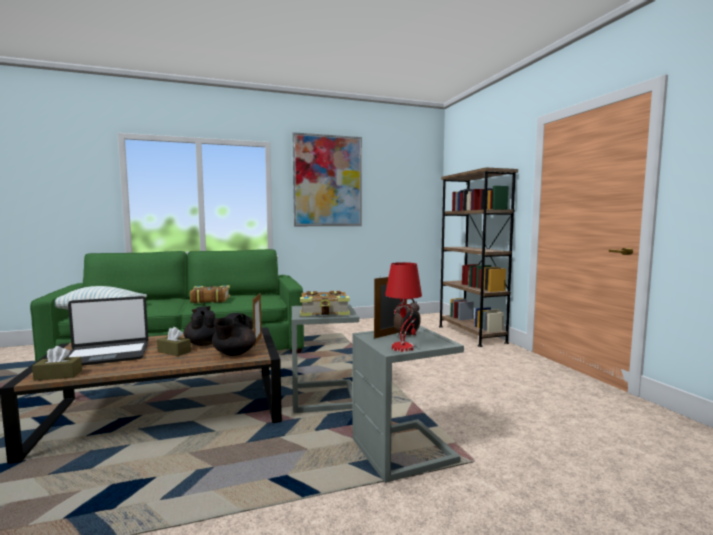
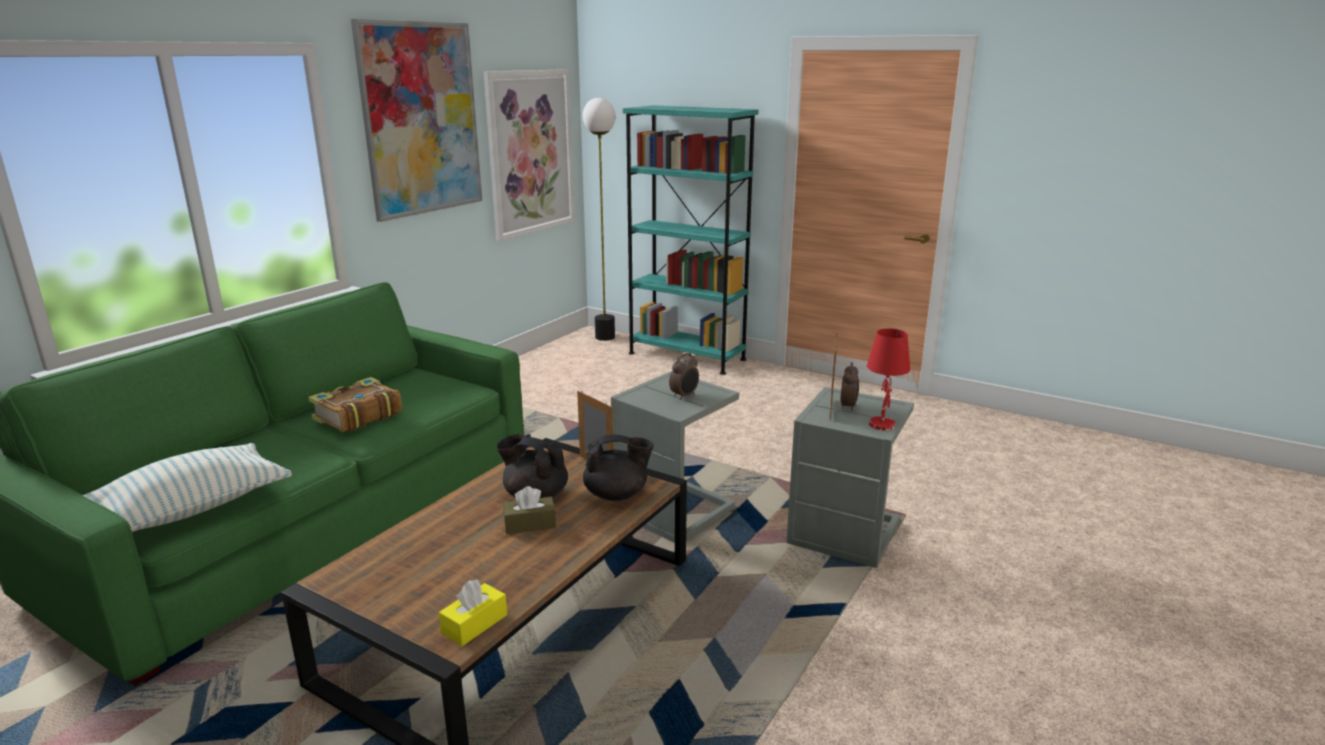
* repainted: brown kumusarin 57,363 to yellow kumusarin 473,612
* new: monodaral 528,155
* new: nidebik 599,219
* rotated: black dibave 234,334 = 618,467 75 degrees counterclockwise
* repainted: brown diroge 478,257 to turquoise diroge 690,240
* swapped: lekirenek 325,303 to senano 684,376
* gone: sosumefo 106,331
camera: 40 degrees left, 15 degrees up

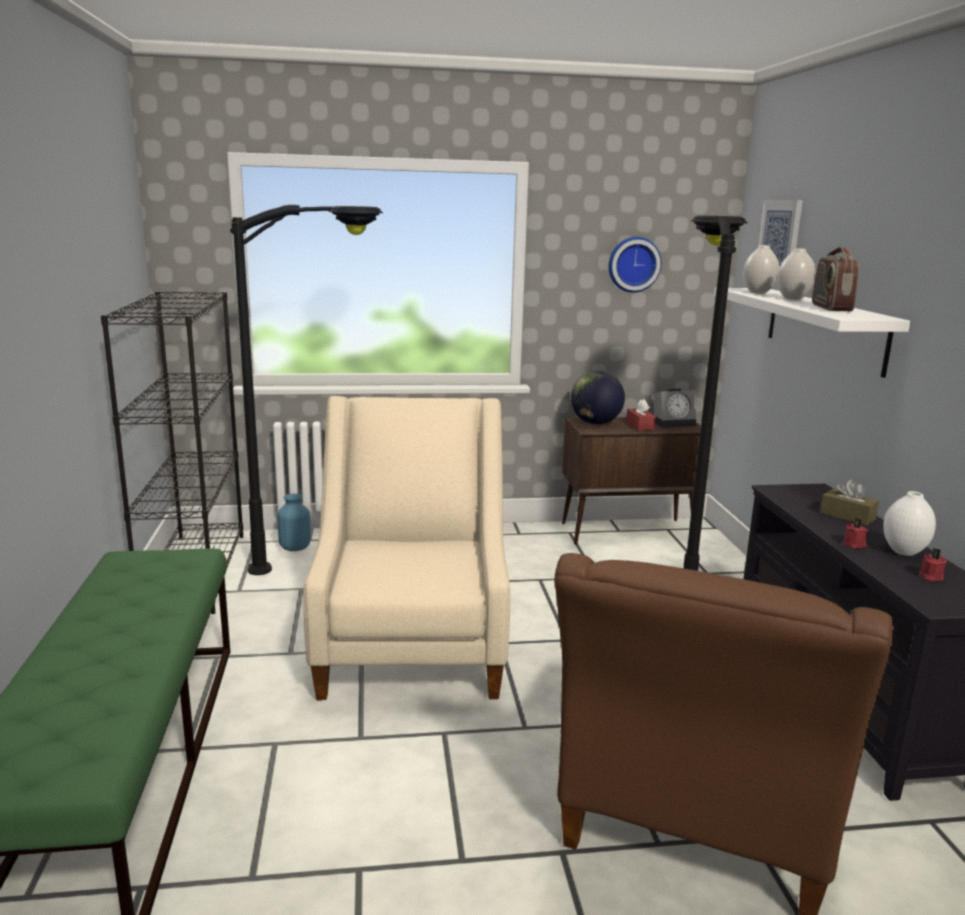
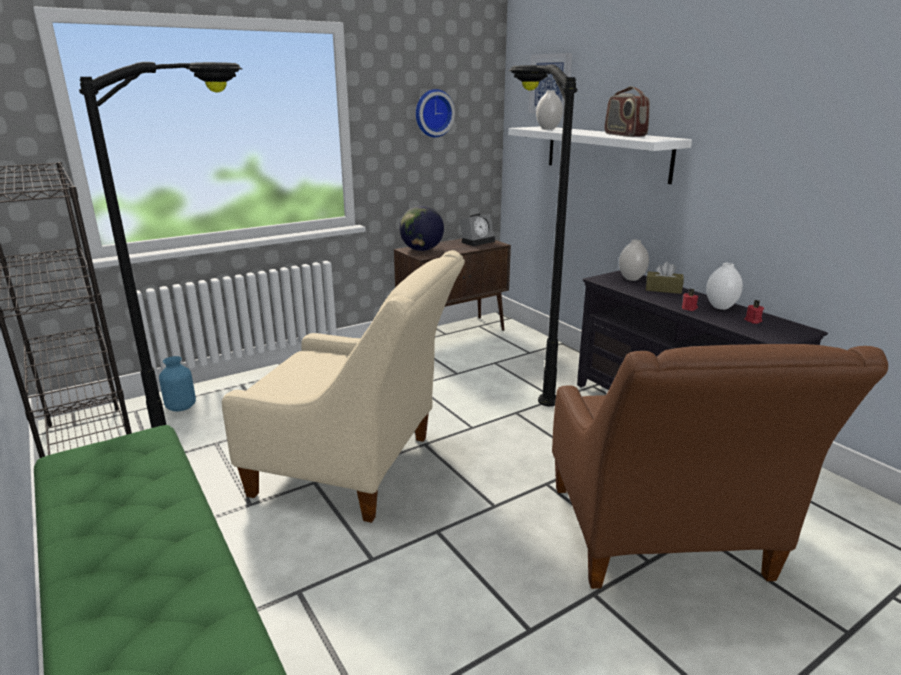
* rotated: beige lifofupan 406,548 = 343,386 135 degrees clockwise
* shifted: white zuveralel 796,274 to 634,260
* gone: red kumusarin 641,415
camera: 25 degrees left, 5 degrees up

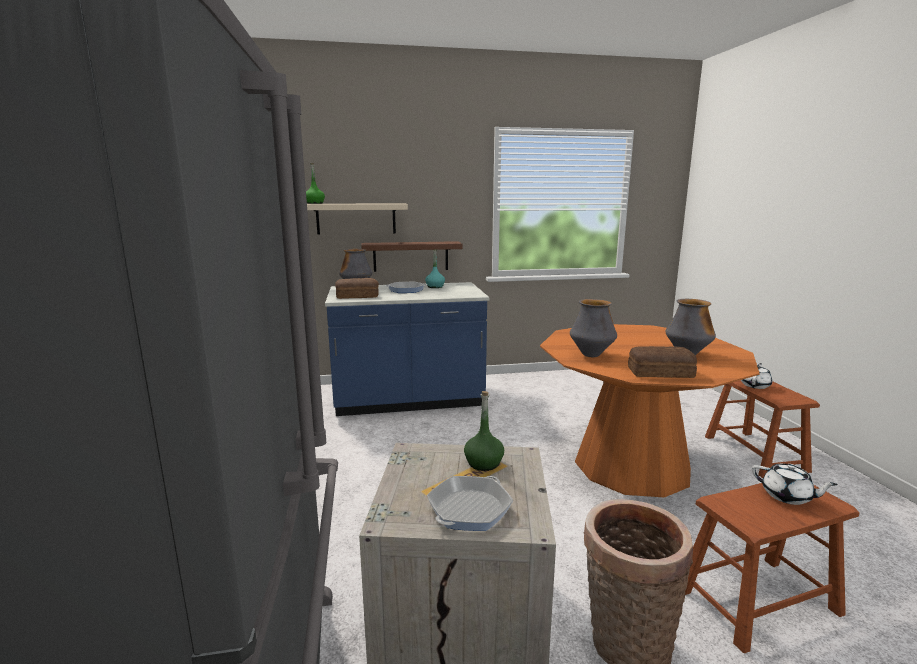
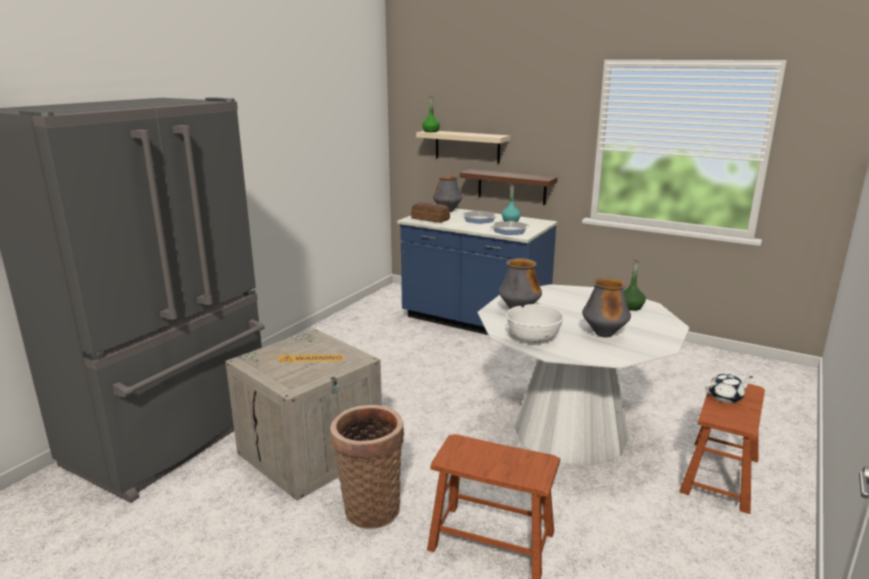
* repainted: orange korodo 650,411 to white korodo 584,375
* shifted: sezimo 470,503 to 510,228
* swapped: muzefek 662,362 to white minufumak 535,323
* shifted: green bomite 484,431 to 635,285
* gone: white dibave 795,484
camera: 40 degrees right, 5 degrees up

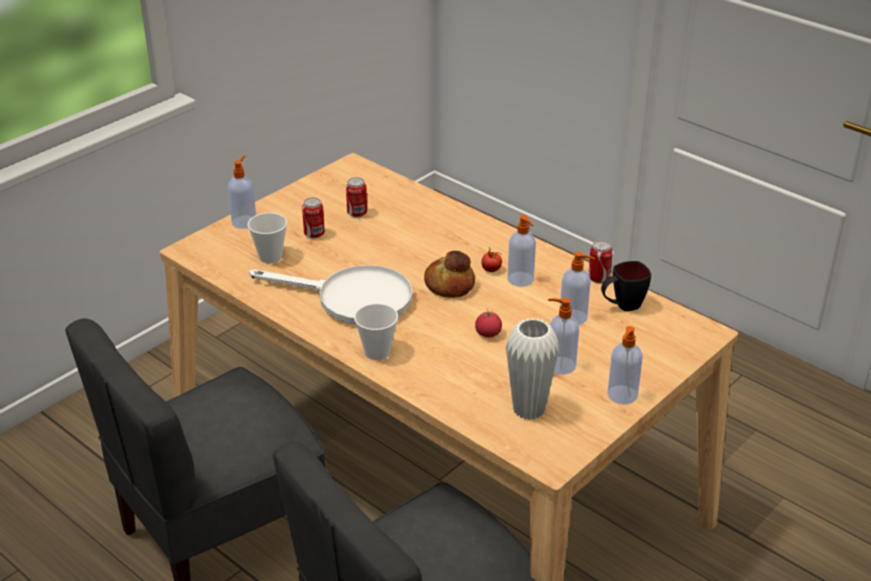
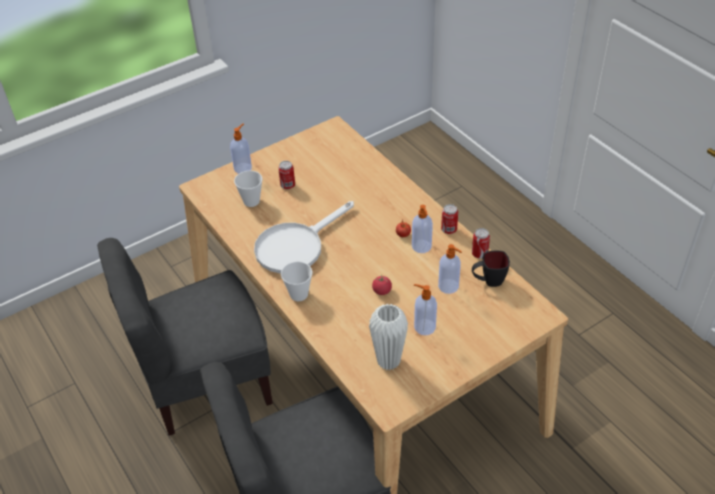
* rotated: white sezimo 331,295 = 304,237 105 degrees clockwise
* shifted: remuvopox 356,197 to 449,219
* gone: muzefek 449,274
* gone: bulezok 625,365
camera: 15 degrees right, 10 degrees up

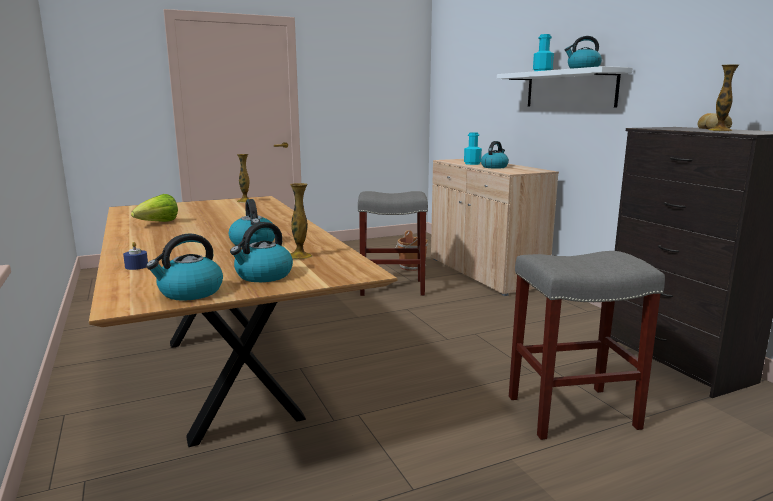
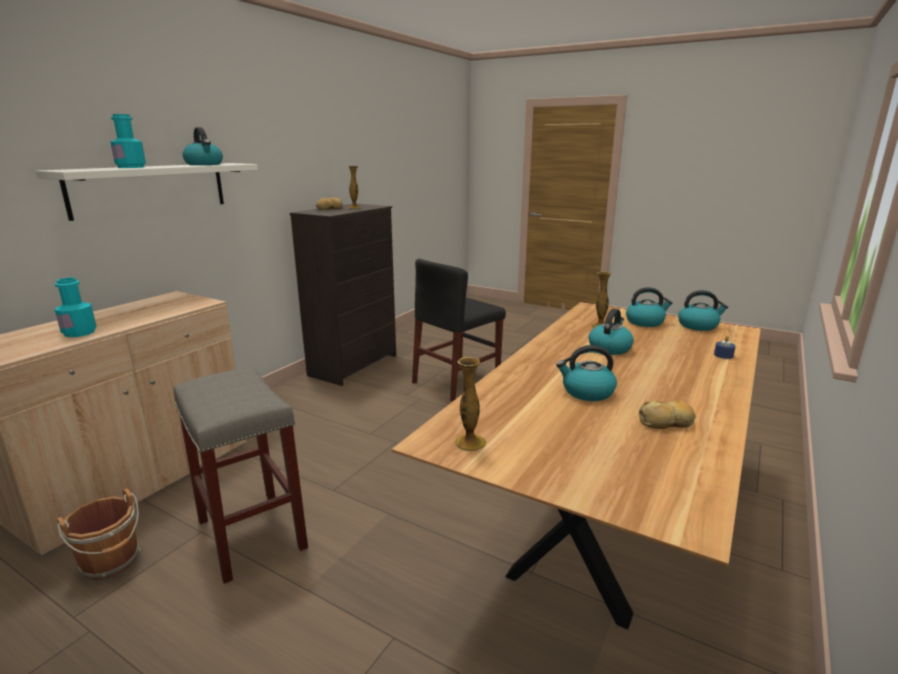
* swapped: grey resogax 587,345 to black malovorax 459,330
* shifted: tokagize 495,155 to 586,373
* swapped: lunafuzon 154,208 to muzefek 667,414
camera: 125 degrees left, 5 degrees up

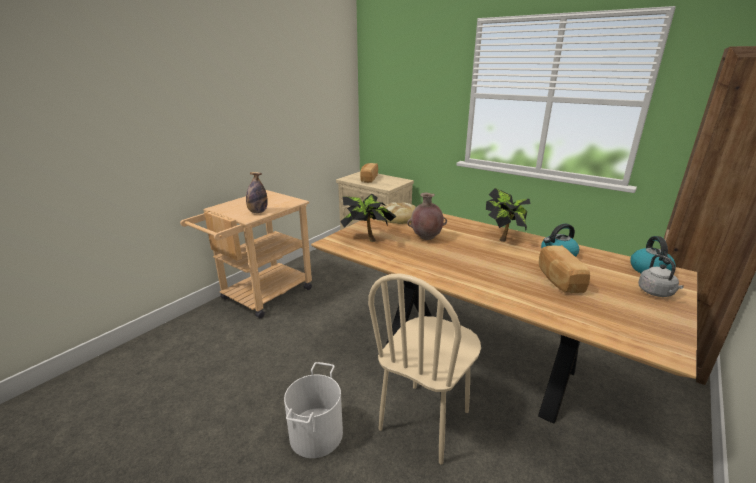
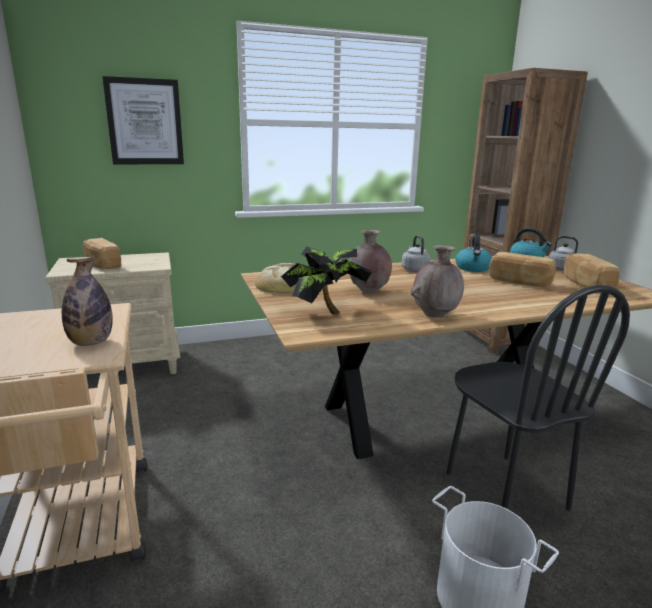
* new: monodaral 143,120
* swapped: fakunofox 508,215 to grey tokagize 416,253
* new: brown zuveralel 437,281
* repainted: beige malovorax 424,369 to black malovorax 538,398
* new: muzefek 592,270
camera: 55 degrees left, 5 degrees down

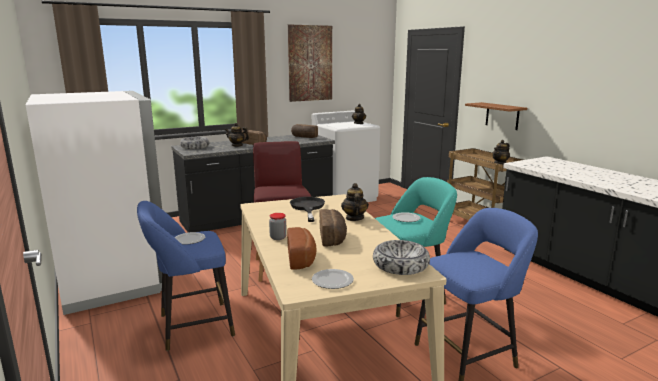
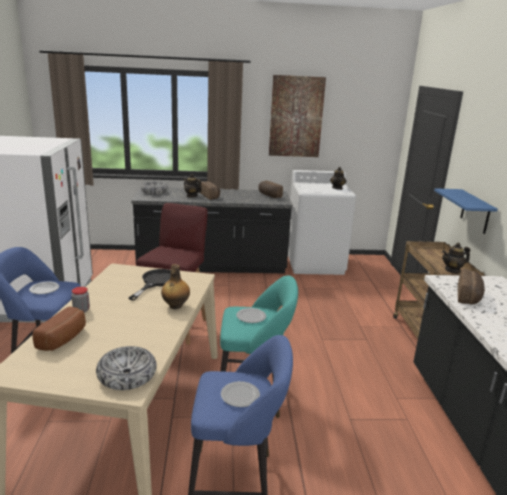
* swapped: dibave 355,202 to bomite 175,286
* shifted: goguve 333,279 to 240,394
* repainted: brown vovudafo 496,116 to blue vovudafo 466,211
* shifted: muzefek 333,228 to 471,286
camera: 25 degrees right, 5 degrees up

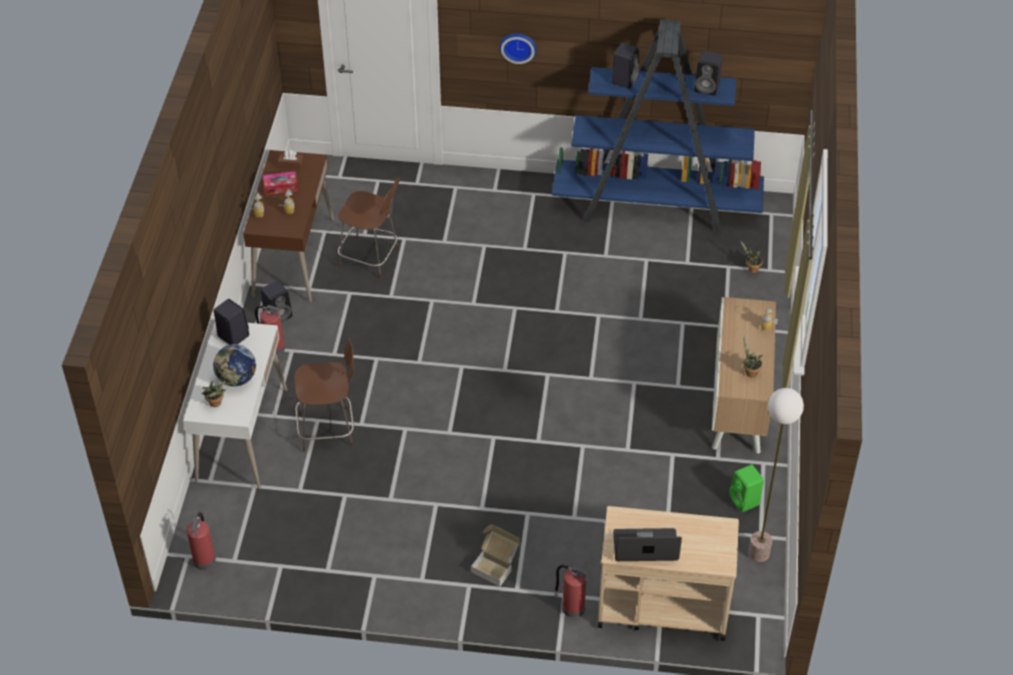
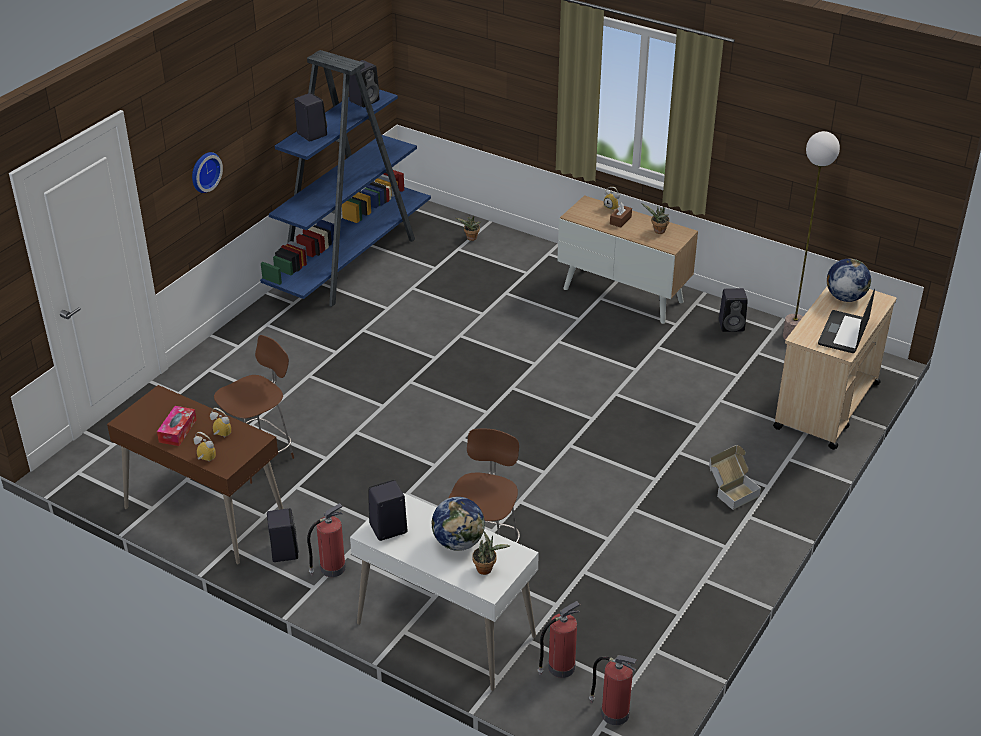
* shifted: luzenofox 571,591 to 558,639
* shifted: brown kumusarin 290,160 to 621,215
* repainted: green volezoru 746,488 to black volezoru 733,310
* new: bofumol 849,280
camera: 65 degrees left, 10 degrees down

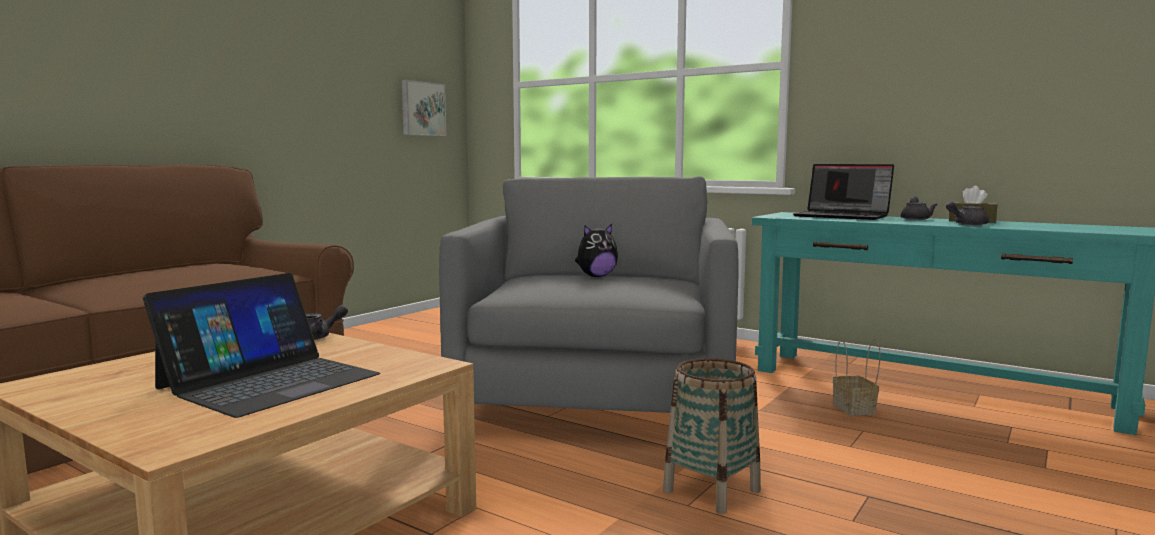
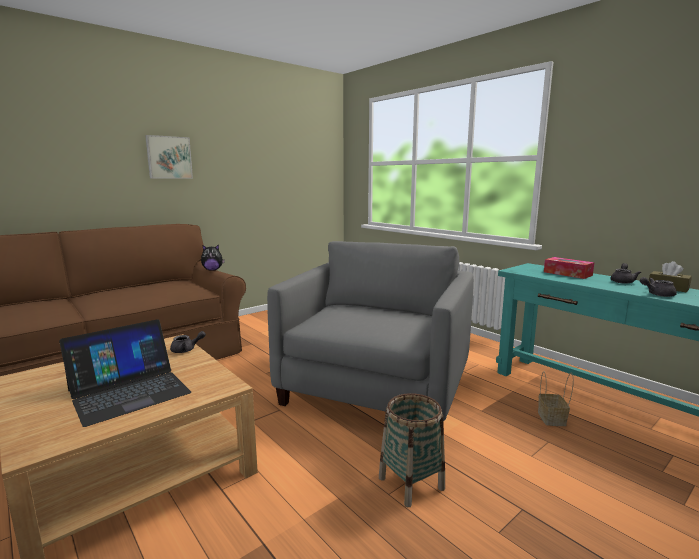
* shifted: monodaral 424,108 to 169,157
* shifted: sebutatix 596,250 to 213,258
* swapped: sosumefo 843,192 to kumusarin 569,268
camera: 15 degrees right, 5 degrees up

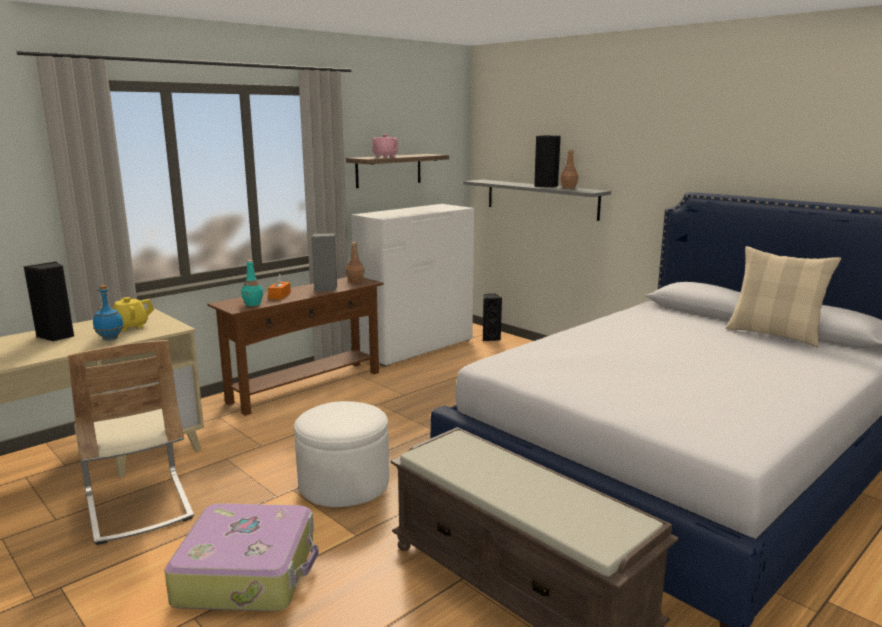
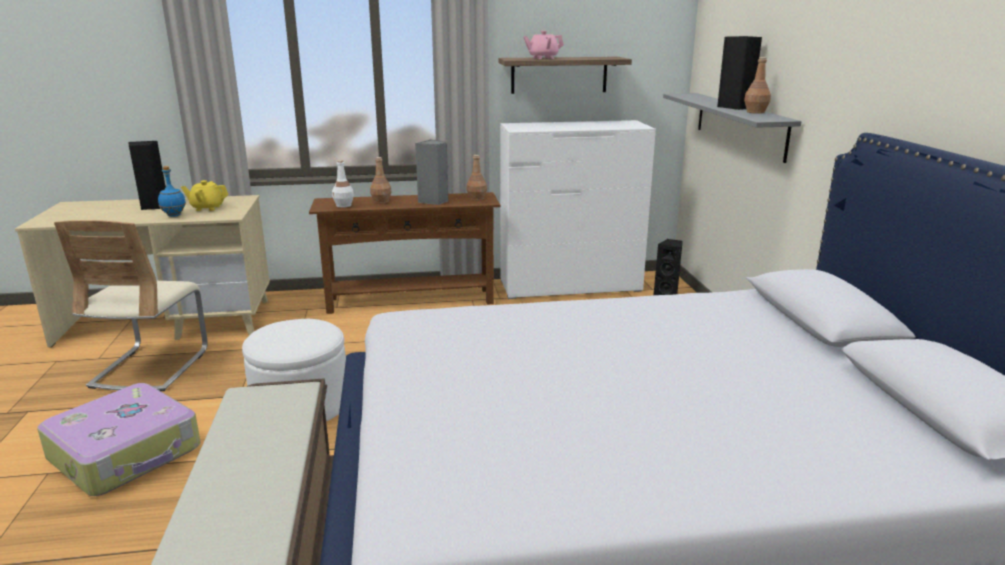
* repainted: turquoise bomite 252,283 to white bomite 343,184
* swapped: orange kumusarin 279,286 to brown bomite 380,180
* gone: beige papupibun 783,296
camera: 35 degrees right, 5 degrees up

